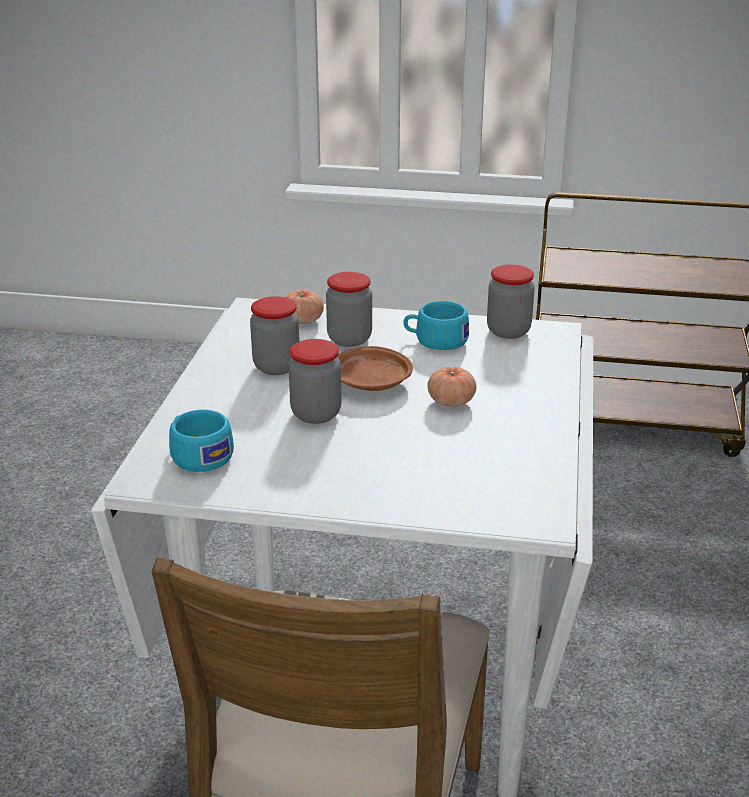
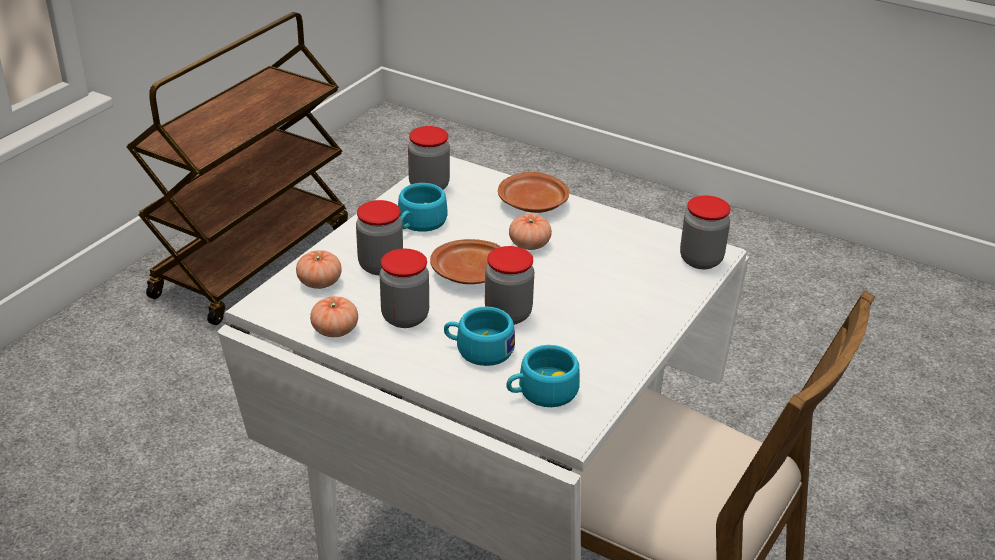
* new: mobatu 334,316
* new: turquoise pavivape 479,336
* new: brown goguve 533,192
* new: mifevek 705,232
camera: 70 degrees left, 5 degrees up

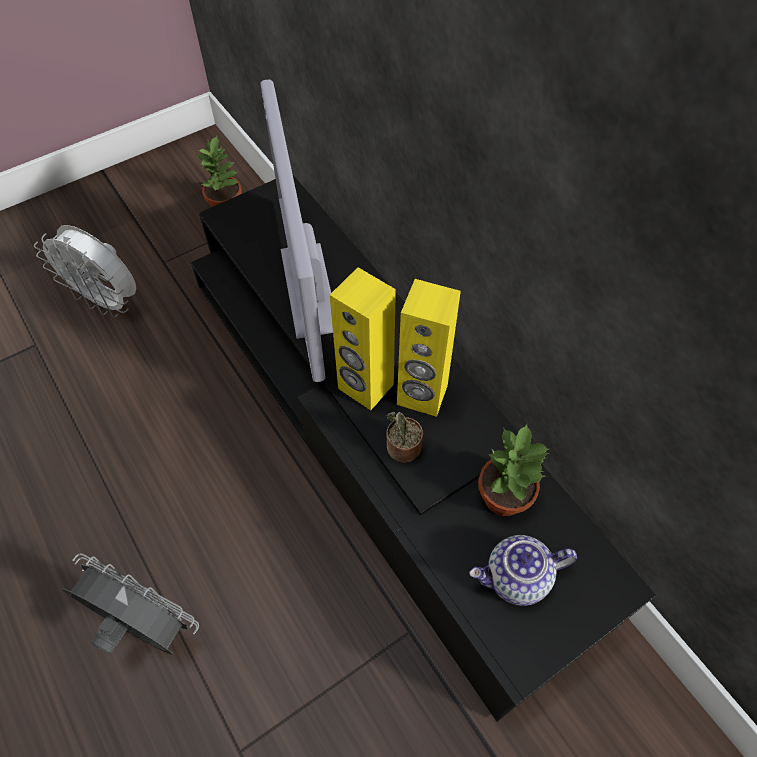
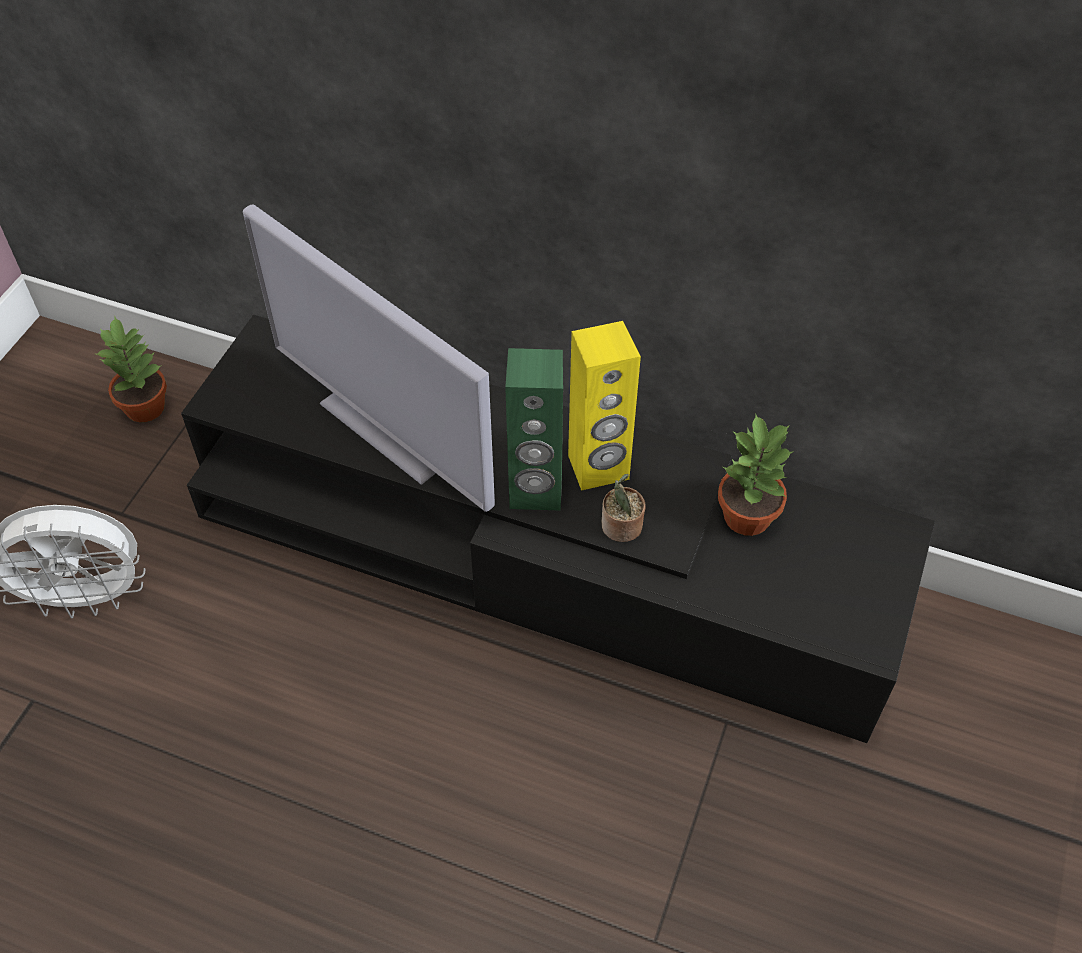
* repainted: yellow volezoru 363,338 to green volezoru 534,429
* gone: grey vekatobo 130,604
* gone: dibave 523,570
camera: 35 degrees left, 5 degrees down

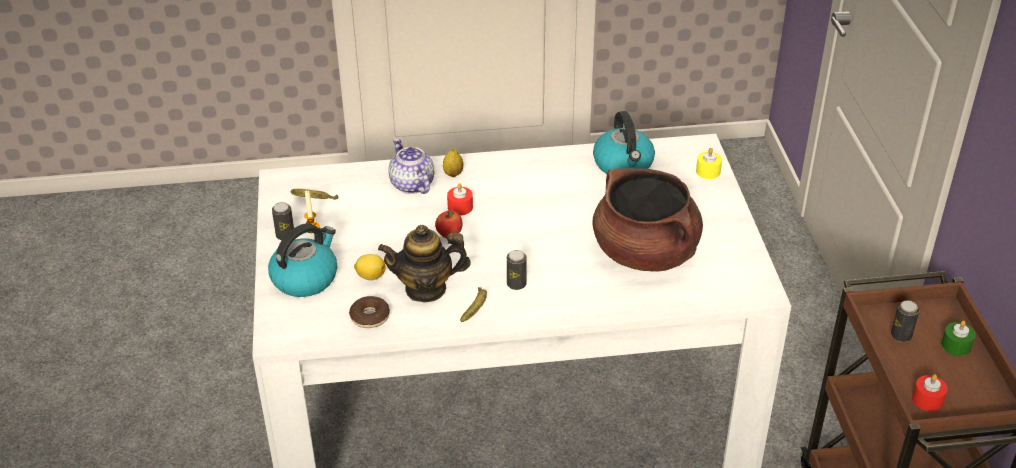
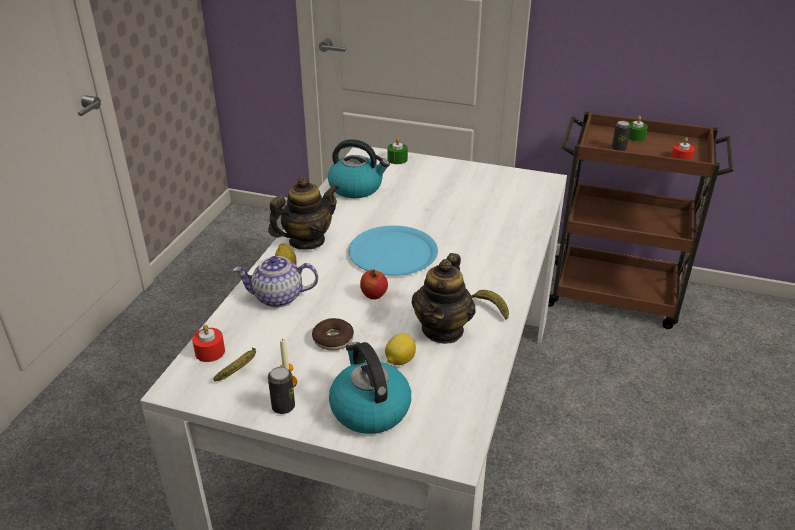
* shifted: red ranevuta 460,199 to 208,343
* new: dibave 303,213
* shifted: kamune 369,312 to 333,334
* new: blue goguve 393,251
* repainted: yellow ranevuta 709,163 to green ranevuta 397,150
* gone: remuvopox 517,270
* gone: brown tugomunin 648,220
camera: 65 degrees left, 5 degrees down

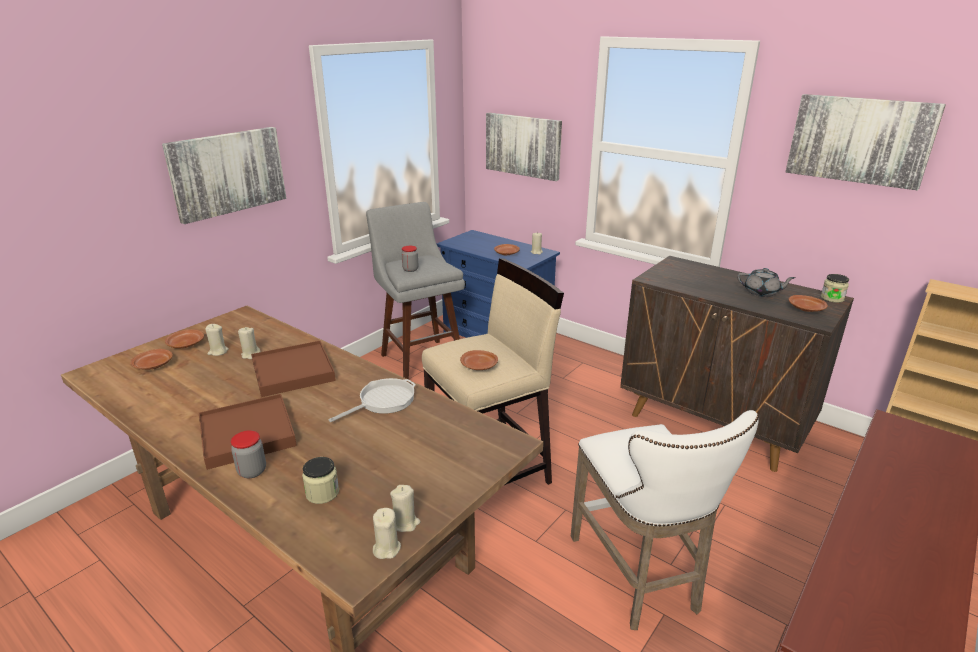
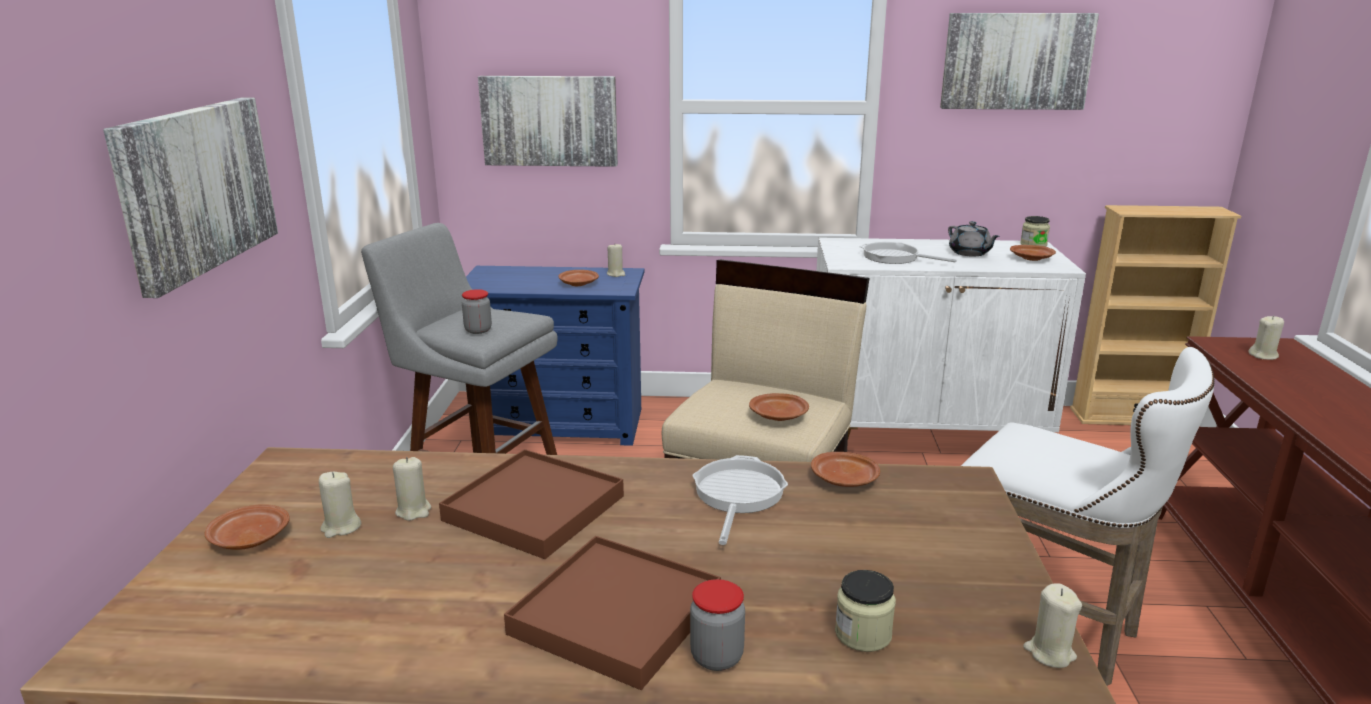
* shifted: brown goguve 151,359 to 845,469
* repainted: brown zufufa 737,364 to white zufufa 951,338
* new: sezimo 908,253
* rotated: grey dibave 766,282 = 974,239 75 degrees clockwise
* shifted: beige ranevuta 405,508 to 1266,337
camera: 35 degrees left, 5 degrees down

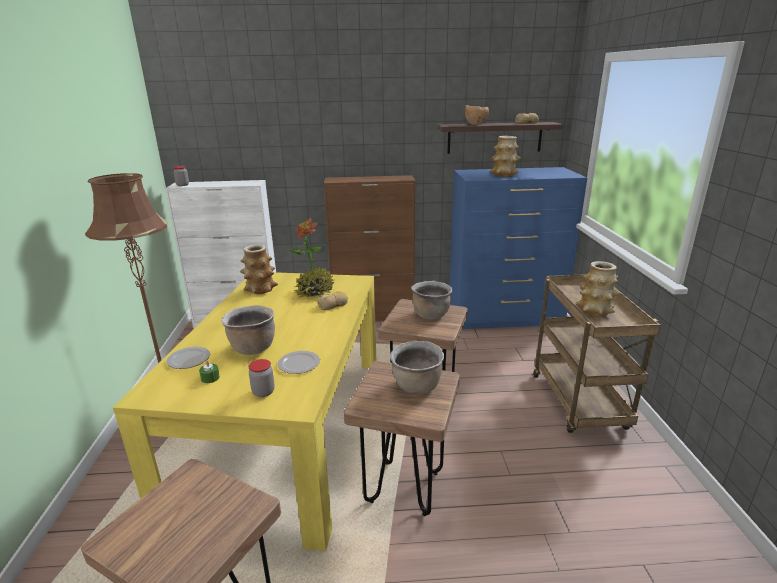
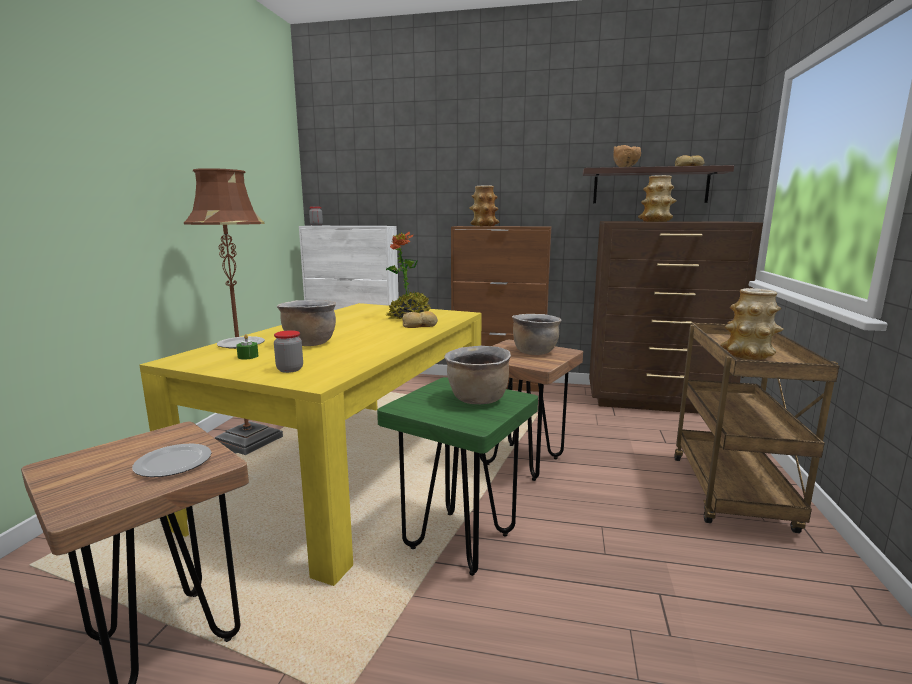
* shifted: goguve 299,362 to 172,460
* repainted: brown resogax 402,438 to green resogax 457,476
* shifted: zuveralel 259,269 to 484,206
* repainted: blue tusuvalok 518,248 to brown tusuvalok 676,317
camera: 15 degrees right, 10 degrees down

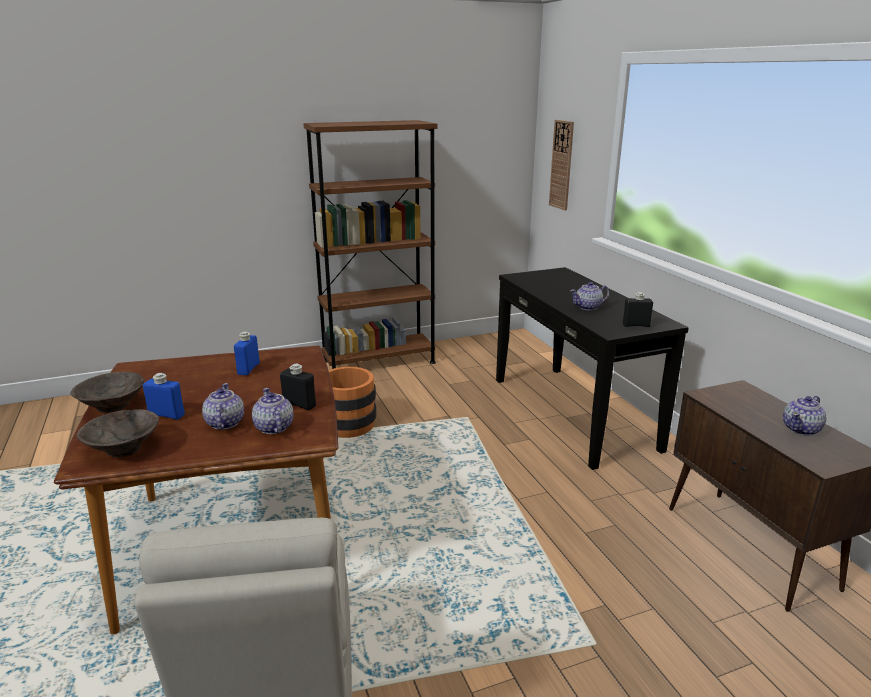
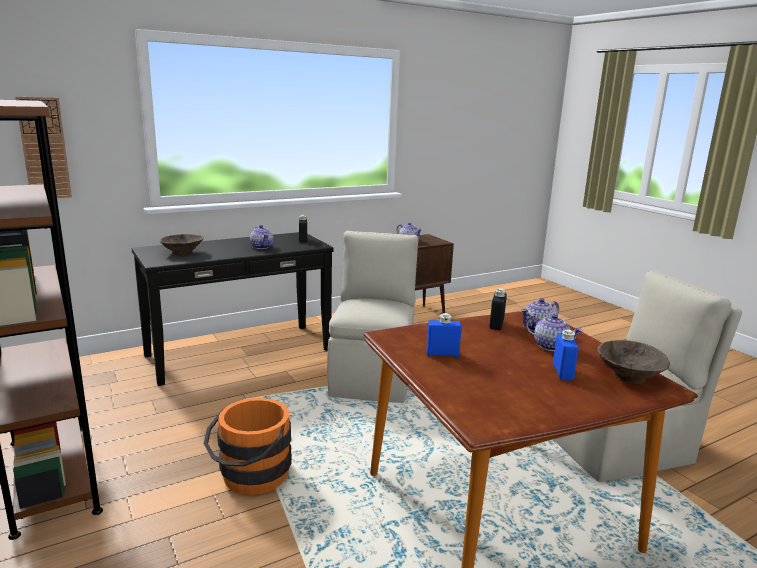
* shifted: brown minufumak 107,392 to 181,244
* new: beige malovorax 372,317
* rotated: dibave 223,406 = 554,332 120 degrees counterclockwise
camera: 100 degrees left, 5 degrees down

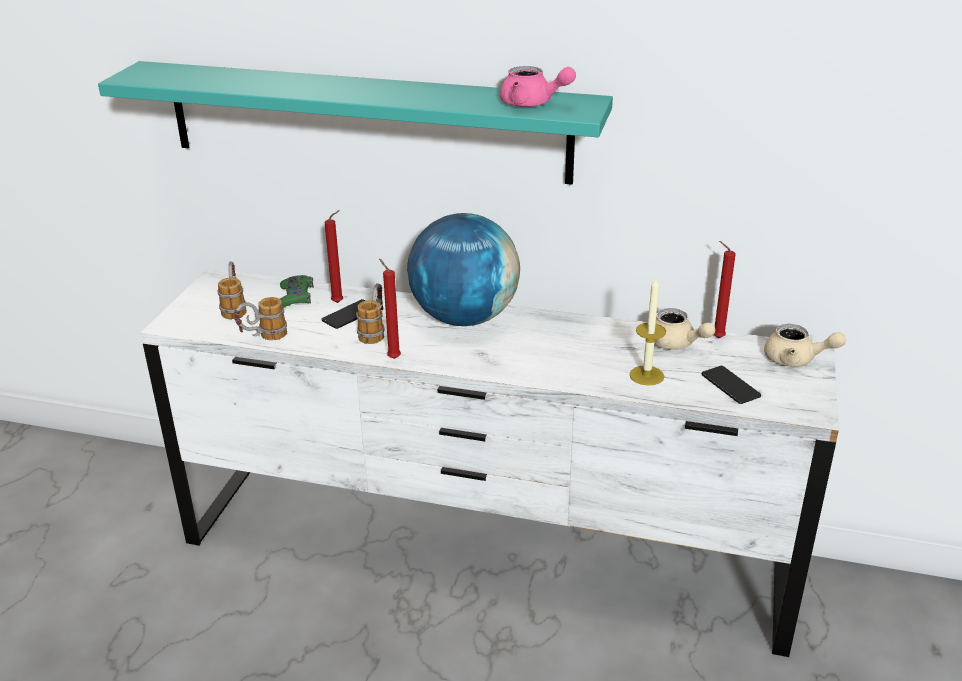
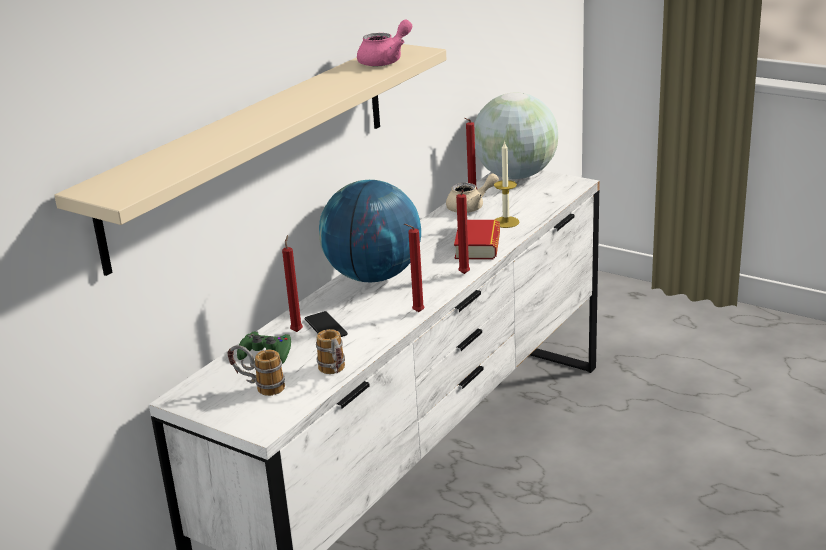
* repainted: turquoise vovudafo 355,123 to beige vovudafo 250,160
* new: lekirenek 477,240
* new: red ranevuta 463,232
* swapped: beige dibave 805,345 to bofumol 516,135
* gone: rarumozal 370,313
* gone: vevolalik 731,385
camera: 70 degrees left, 5 degrees down

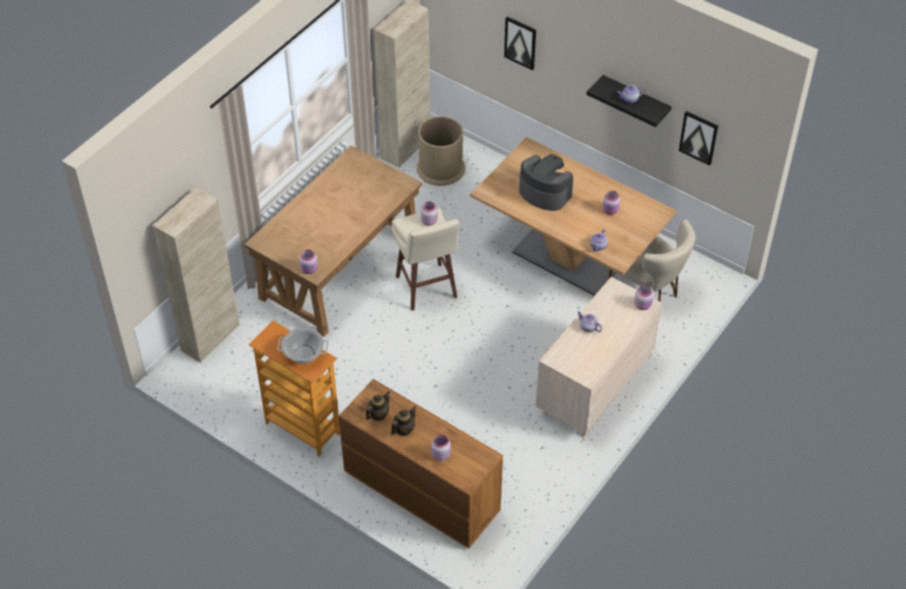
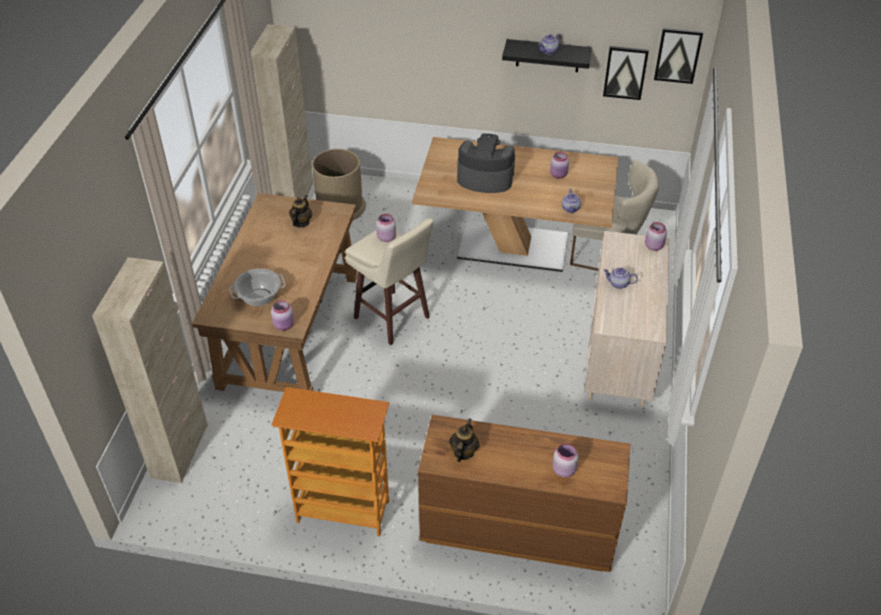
* shifted: tugomunin 302,345 to 257,287
* shifted: dibave 403,421 to 300,211
* shifted: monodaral 520,43 to 678,56
camera: 25 degrees left, 5 degrees down

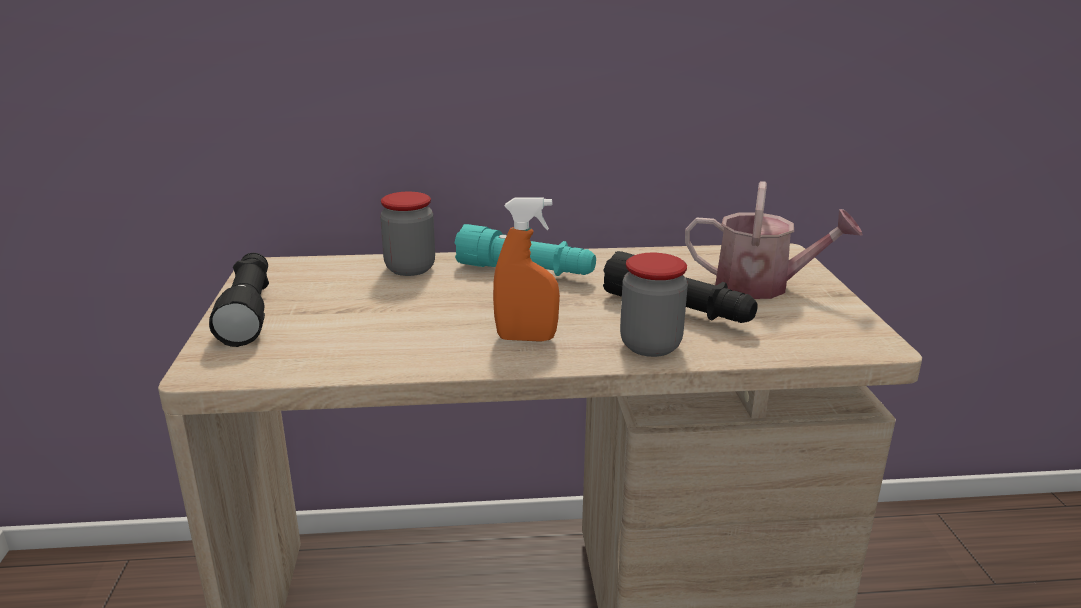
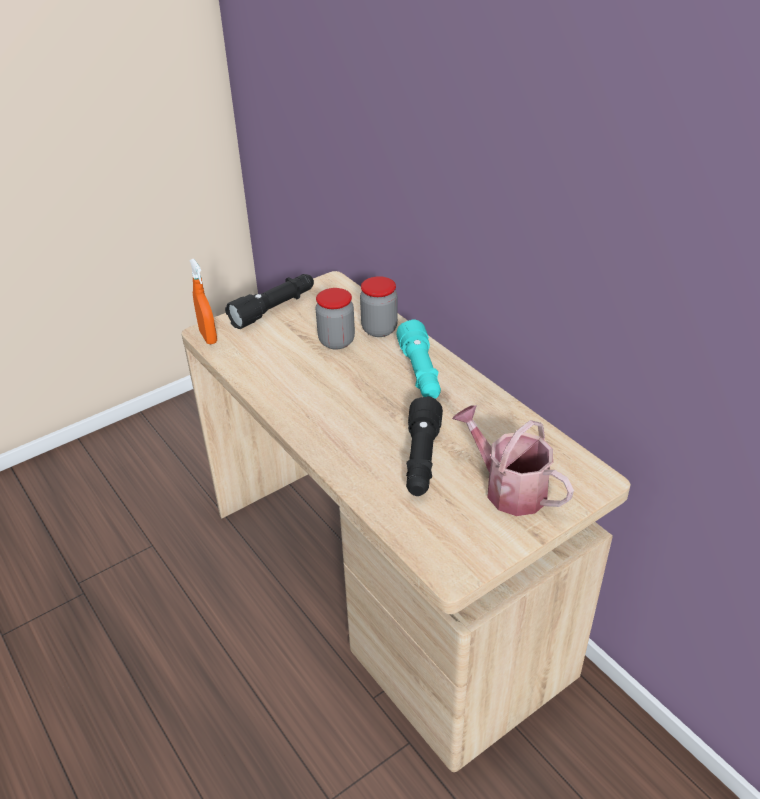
* shifted: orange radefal 526,269 to 203,301
* shifted: mifevek 654,305 to 335,318
* rotated: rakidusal 774,240 = 513,460 150 degrees clockwise
camera: 60 degrees right, 15 degrees up

